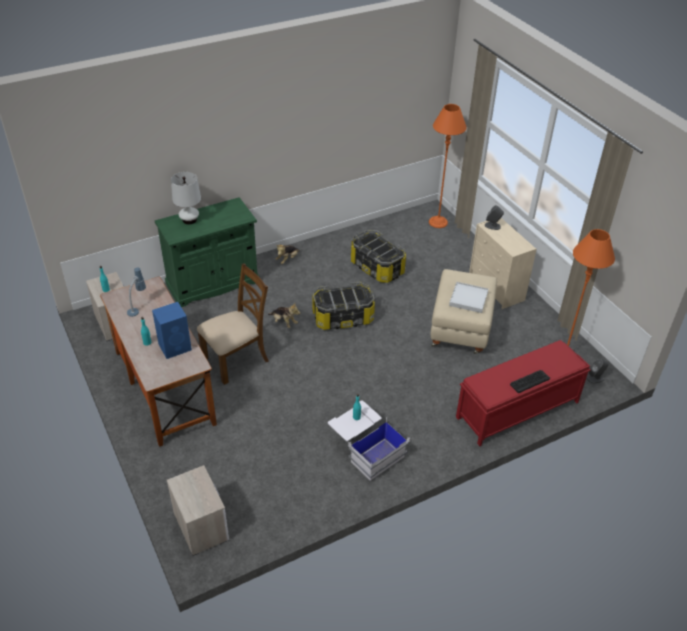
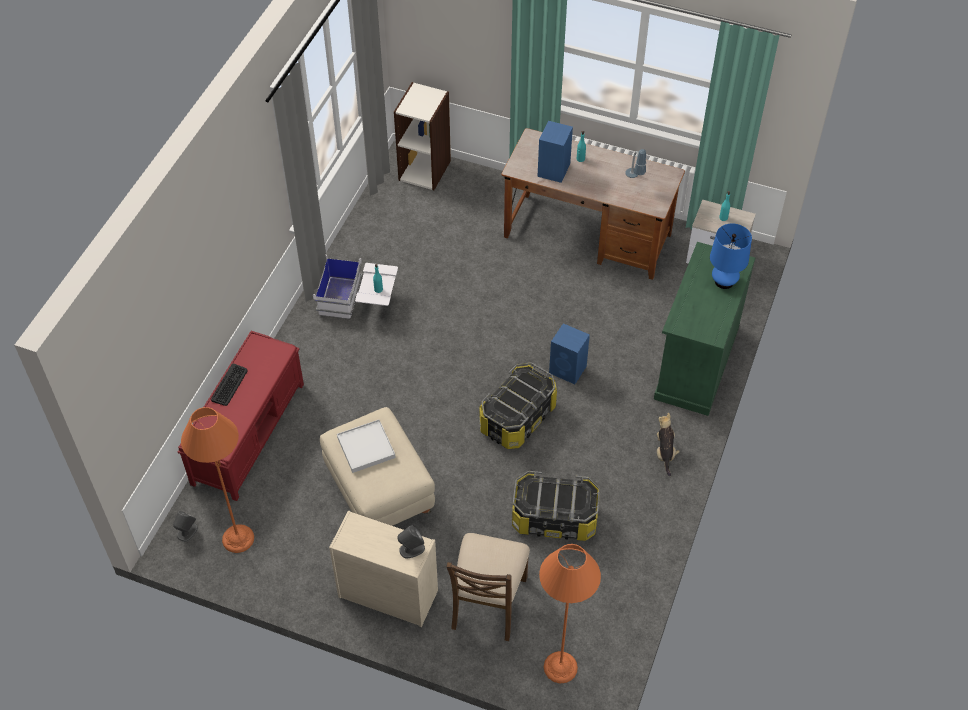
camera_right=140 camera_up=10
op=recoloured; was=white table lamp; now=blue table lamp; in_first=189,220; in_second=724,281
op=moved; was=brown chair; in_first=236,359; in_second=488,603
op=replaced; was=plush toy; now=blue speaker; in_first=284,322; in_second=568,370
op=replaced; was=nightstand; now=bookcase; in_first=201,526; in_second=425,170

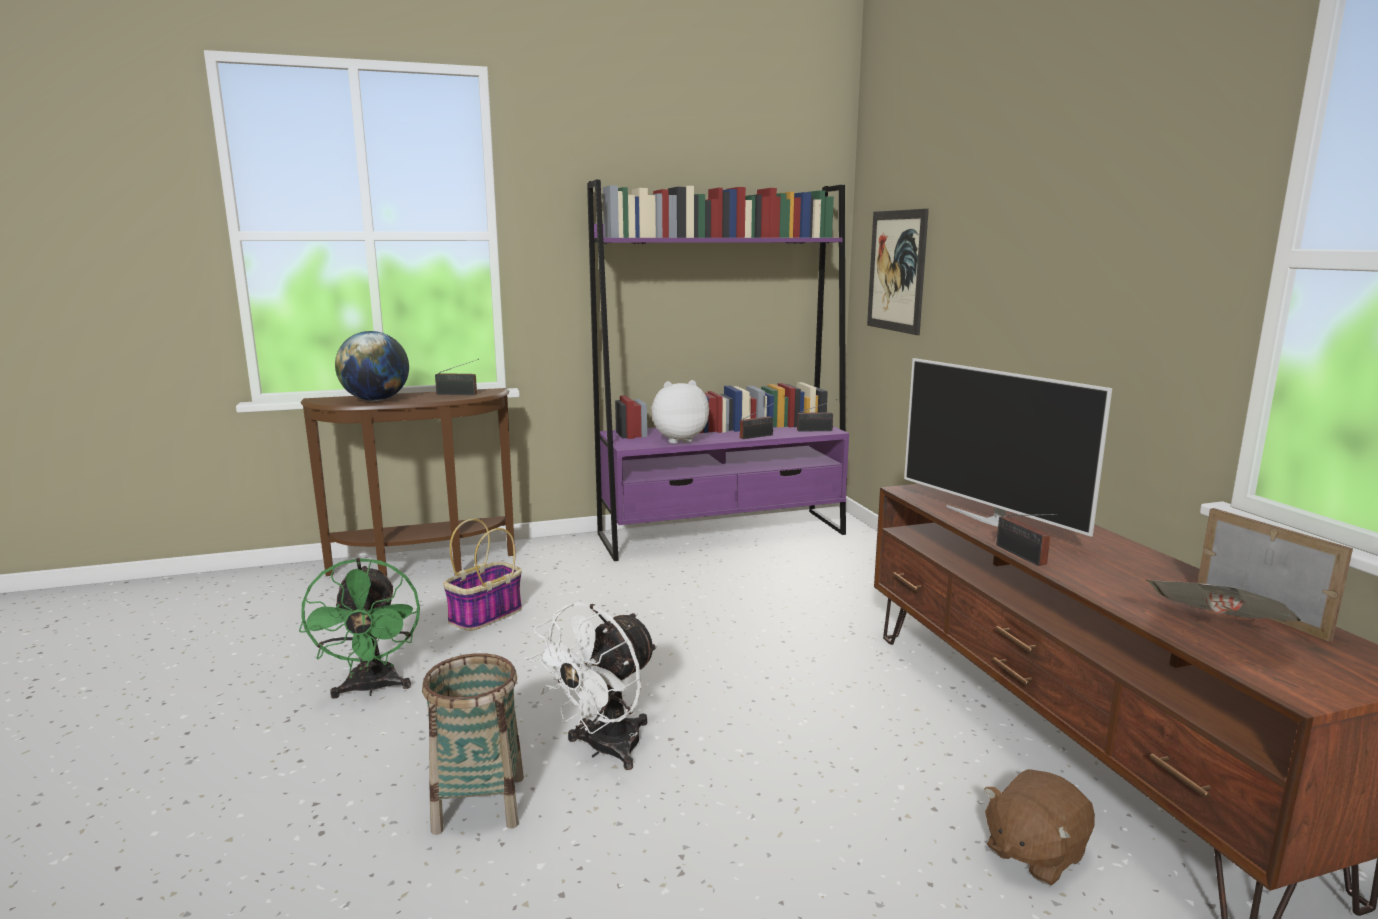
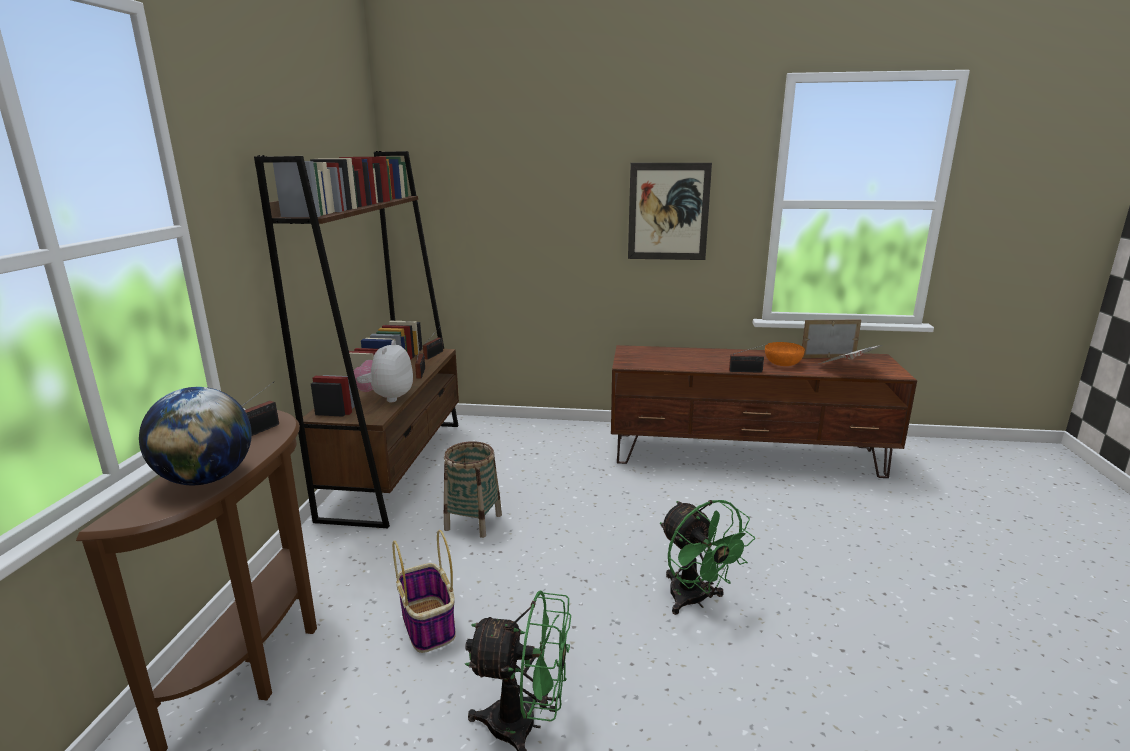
camera_right=-65 camera_up=5
op=recoloured; was=purple bookcase; now=brown bookcase; in_first=722,534; in_second=396,467
op=moved; was=picture; in_first=896,271; in_second=668,212
op=removed; was=television; in_first=992,521
op=recoloured; was=white fan; now=green fan; in_first=603,750; in_second=695,601
op=moved; was=basket; in_first=479,803; in_second=473,522
op=removed; was=brown plush toy; in_first=1034,853
op=added; now=orange bowl; in_second=783,363

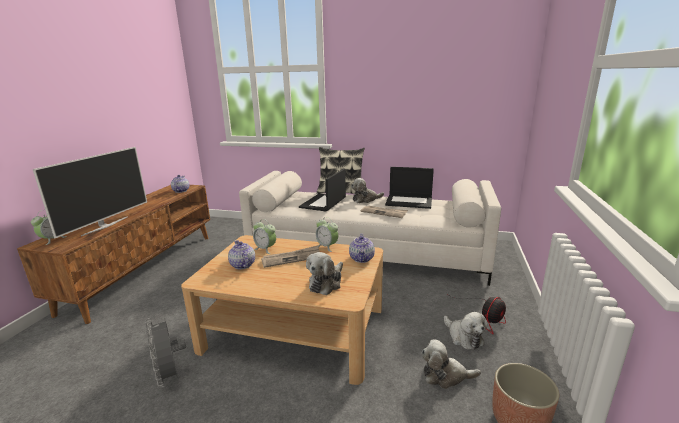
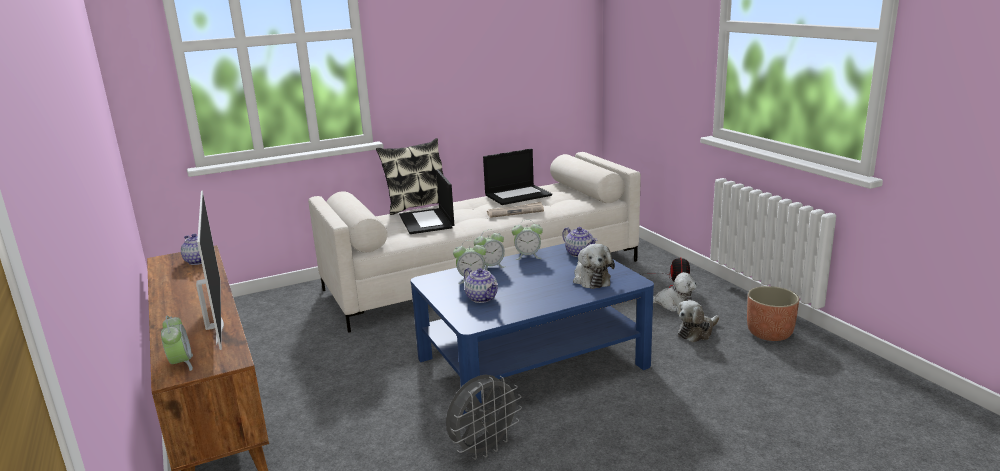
camera_right=-40 camera_up=0
op=removed; was=plush toy; in_first=365,199
op=recoloured; was=beige coffee table; now=blue coffee table; in_first=295,328; in_second=531,361
op=turned; was=teapot; in_first=242,265; in_second=482,298; clockwise=-150
op=removed; was=newspaper; in_first=291,258
op=turned; was=grey fan; in_first=170,376; in_second=483,448; clockwise=-60
op=added; now=alarm clock; in_second=490,267

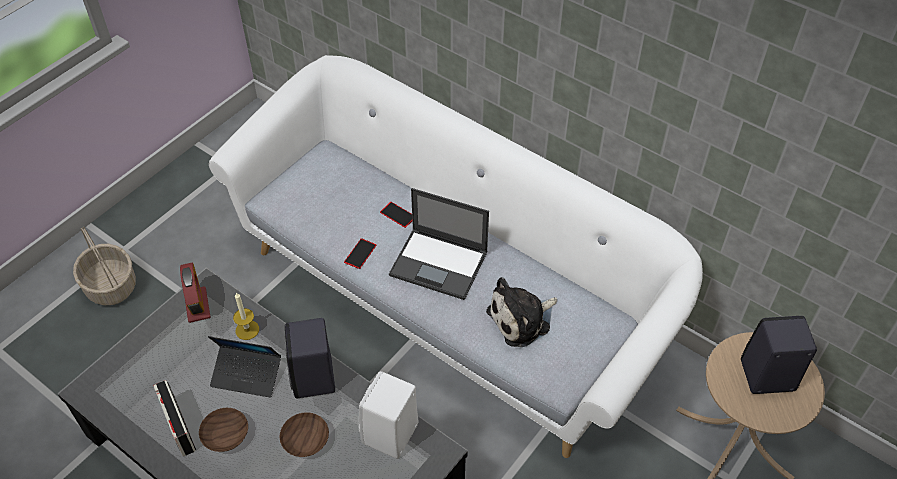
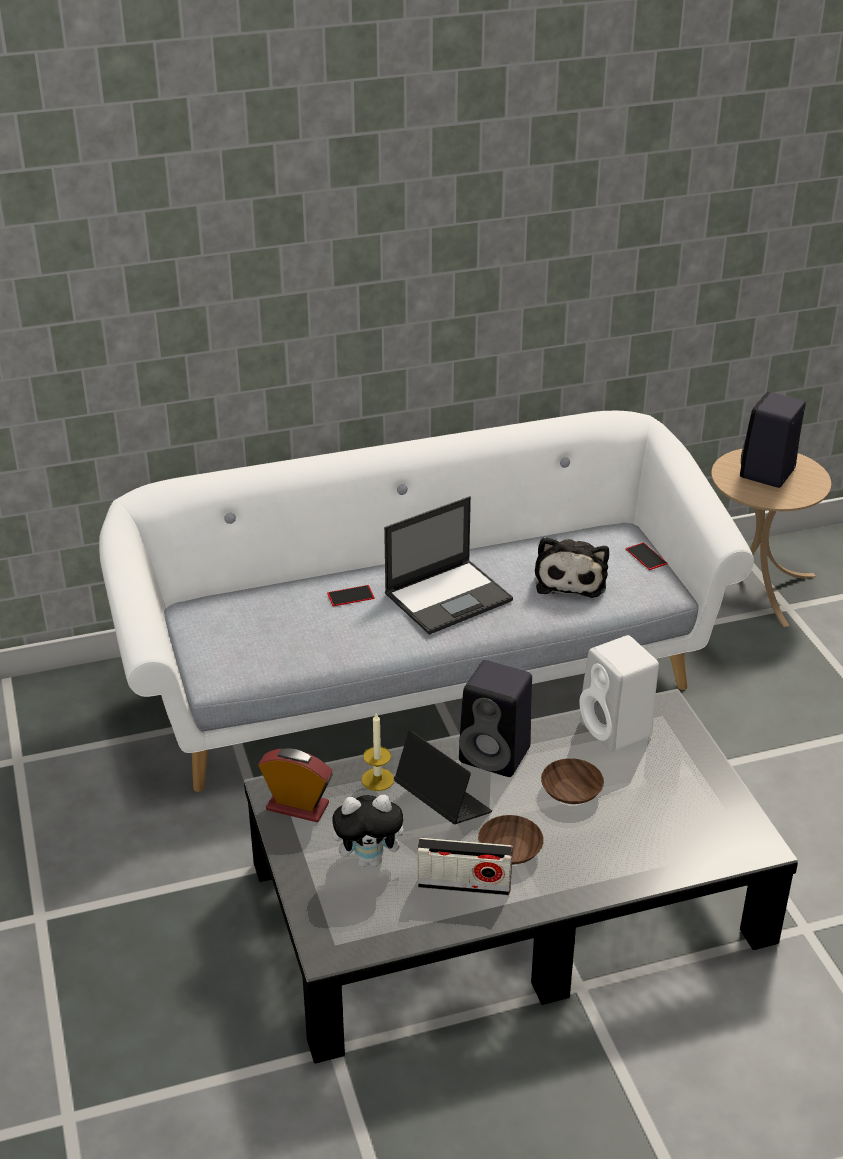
camera_right=-55 camera_up=-15
op=removed; was=basket; in_first=111,286
op=moved; was=phone; in_first=360,253; in_second=646,556
op=turned; was=laptop; in_first=247,375; in_second=442,803; clockwise=-90
op=added; now=plush toy; in_second=371,859

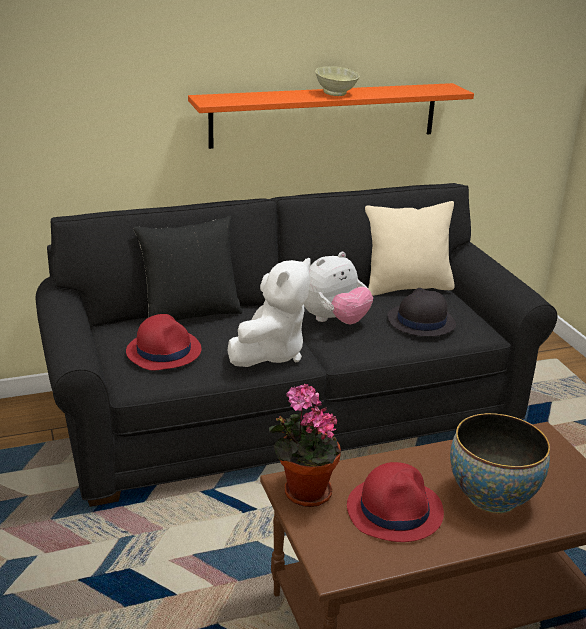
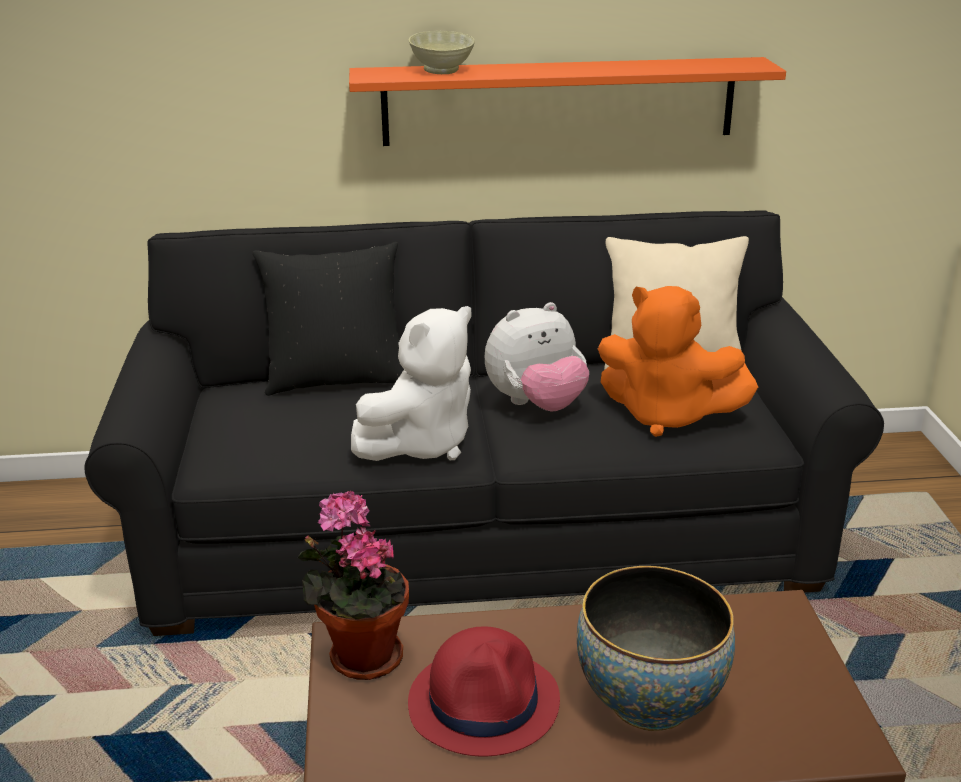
camera_right=15 camera_up=0
op=moved; was=beige bowl; in_first=335,94; in_second=441,71
op=replaced; was=black hat; now=orange plush toy; in_first=420,321; in_second=666,416
op=removed; was=red hat; in_first=164,351

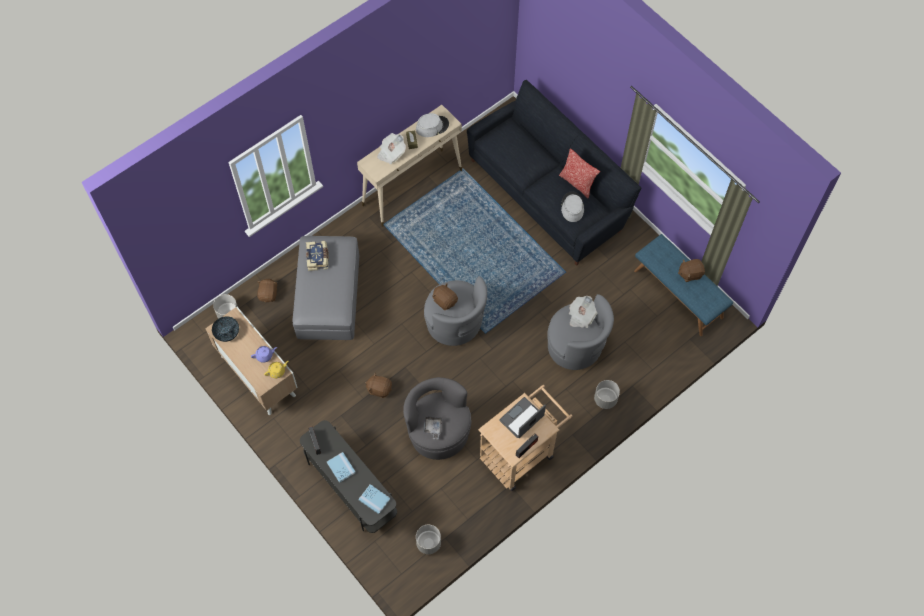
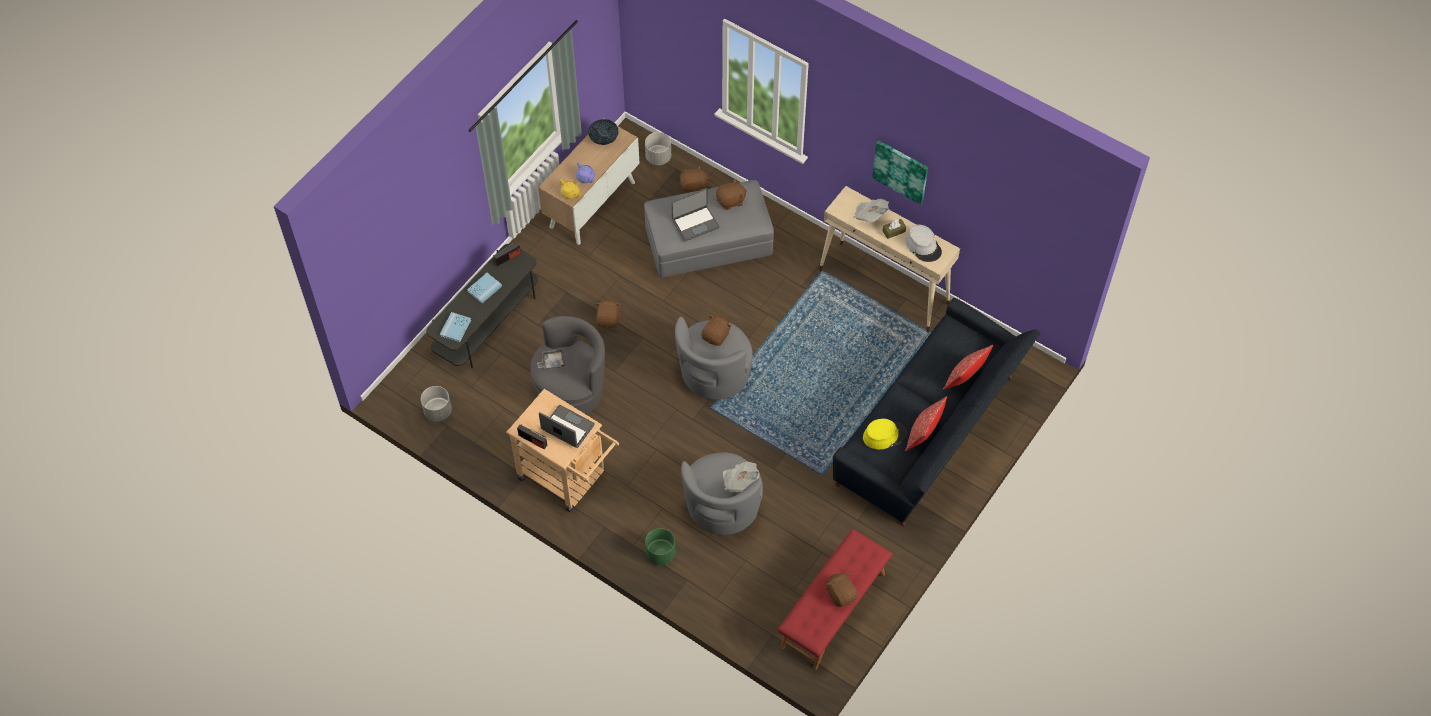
camera_right=75 camera_up=-5
op=recoloured; was=grey hat; now=yellow hat; in_first=572,207; in_second=884,435
op=recoloured; was=blue bench; now=red bench; in_first=678,293; in_second=833,610
op=replaced; was=book; now=brown plush toy; in_first=318,258; in_second=731,201
op=recoloured; was=grey planter; now=green planter; in_first=605,399; in_second=660,554
op=added; now=picture; in_second=901,171
op=added; now=laptop; in_second=695,223
op=added; now=pillow; in_second=964,378

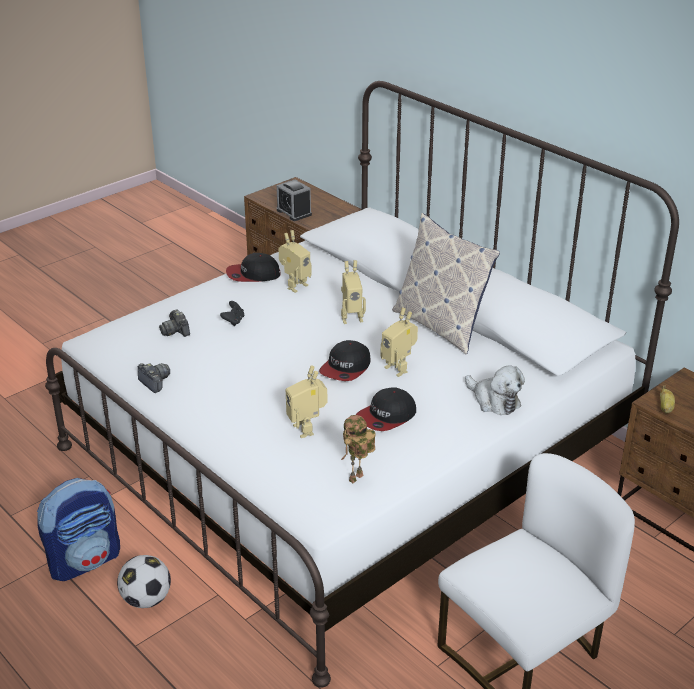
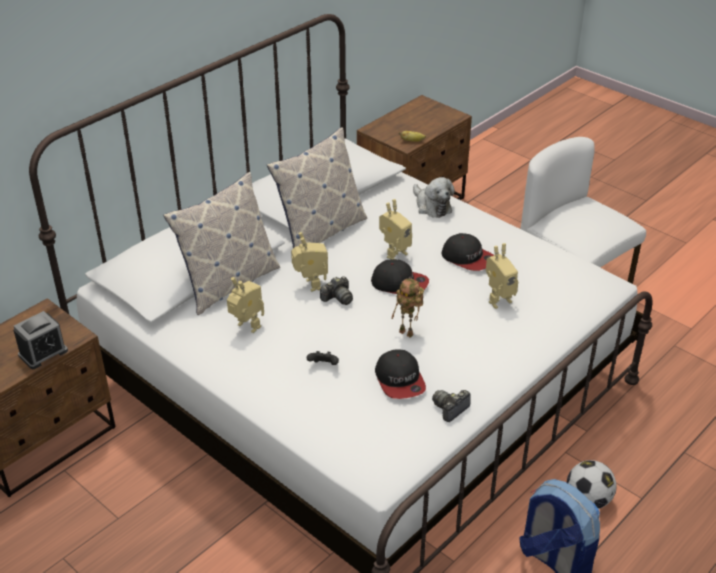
camera_right=-95 camera_up=5
op=moved; was=cap; in_first=253,275; in_second=400,380
op=moved; was=photo camera; in_first=176,331; in_second=338,298
op=turned; was=plush toy; in_first=494,401; in_second=431,206; clockwise=105
op=moved; was=toy robot; in_first=356,479; in_second=408,333
op=added; now=pillow; in_second=228,283

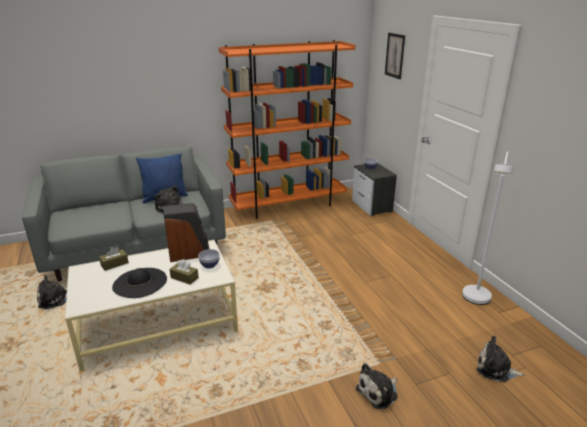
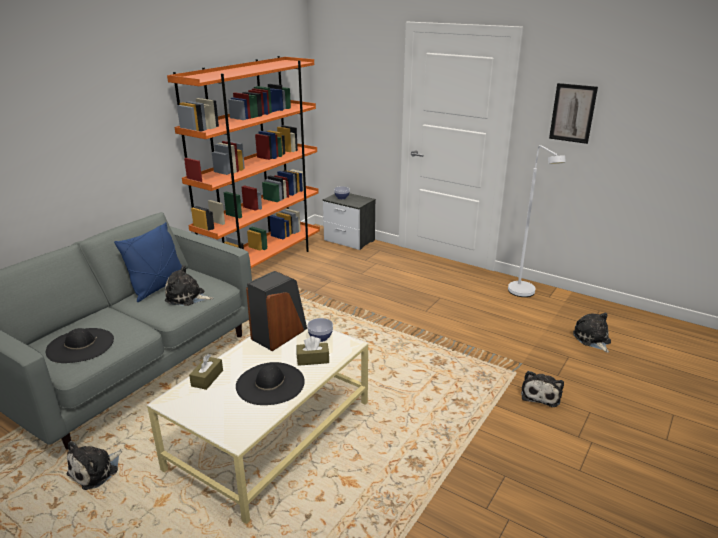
camera_right=-35 camera_up=0
op=moved; was=picture; in_first=395,55; in_second=572,113
op=turned; was=plush toy; in_first=495,369; in_second=592,339; clockwise=90
op=added; now=black hat; in_second=80,345

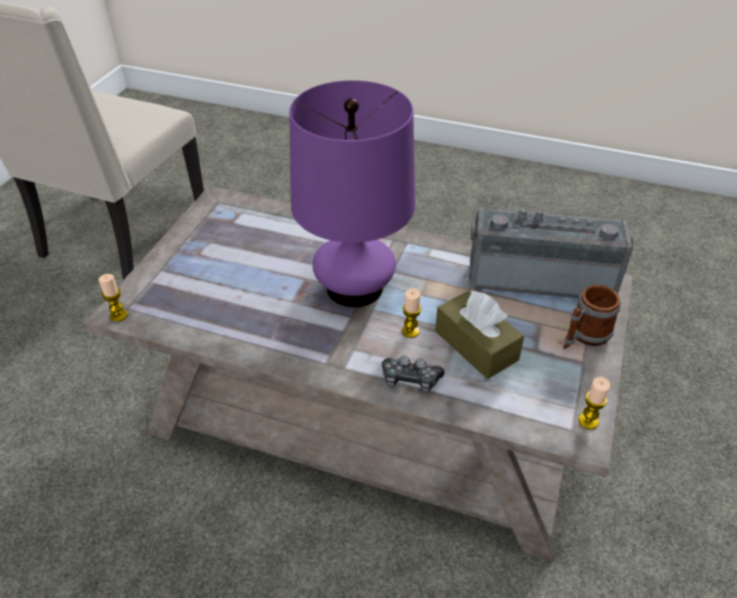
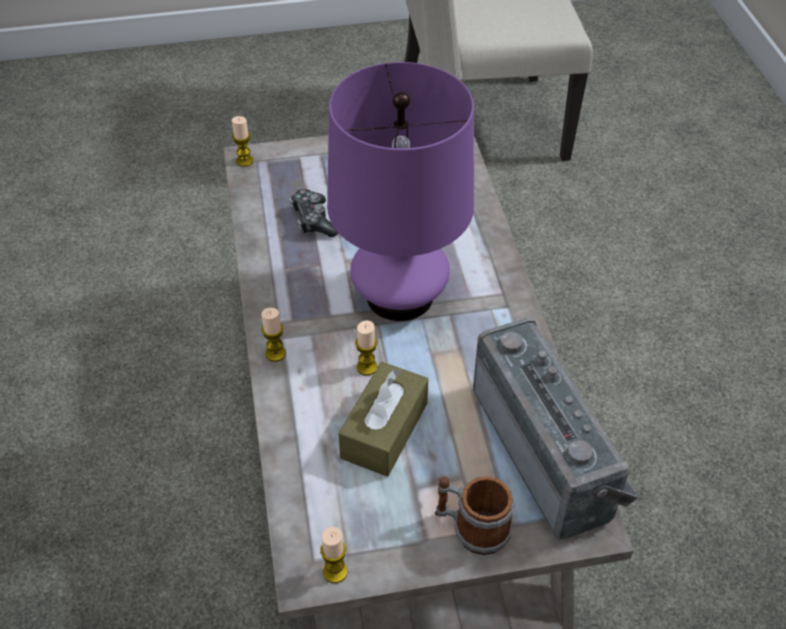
camera_right=60 camera_up=5
op=moved; was=game controller; in_first=410,380; in_second=313,220
op=added; now=candle; in_second=275,353

